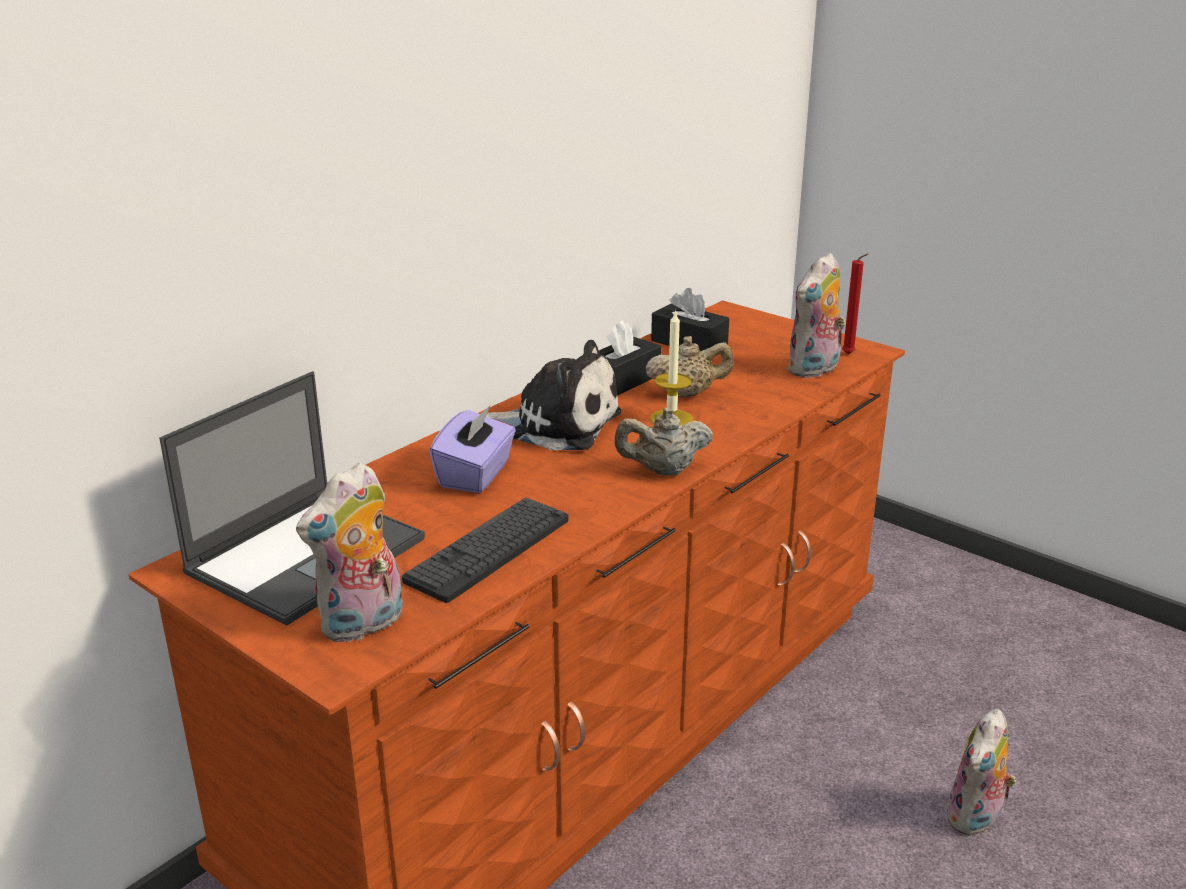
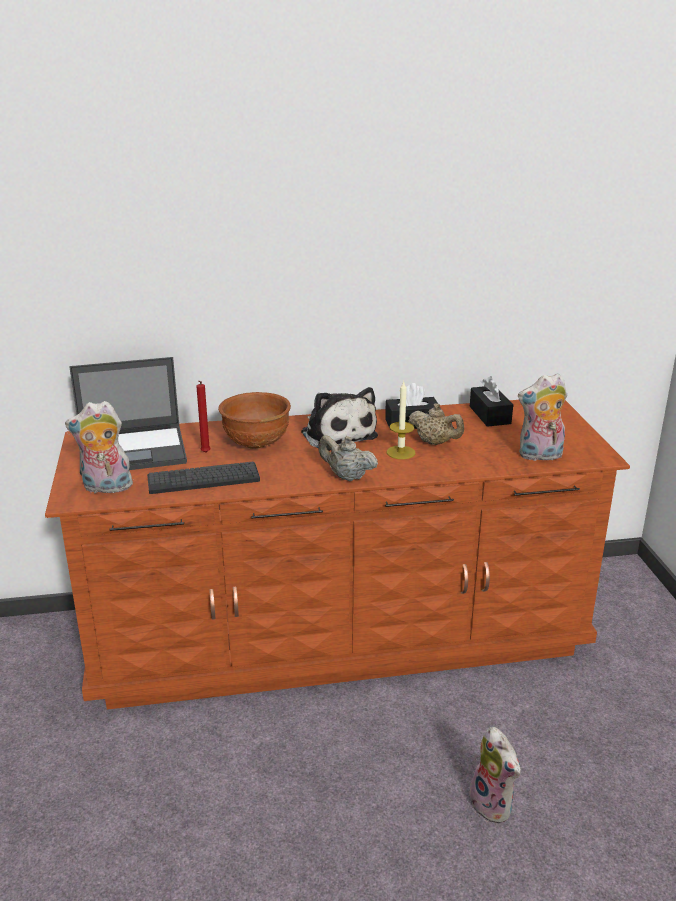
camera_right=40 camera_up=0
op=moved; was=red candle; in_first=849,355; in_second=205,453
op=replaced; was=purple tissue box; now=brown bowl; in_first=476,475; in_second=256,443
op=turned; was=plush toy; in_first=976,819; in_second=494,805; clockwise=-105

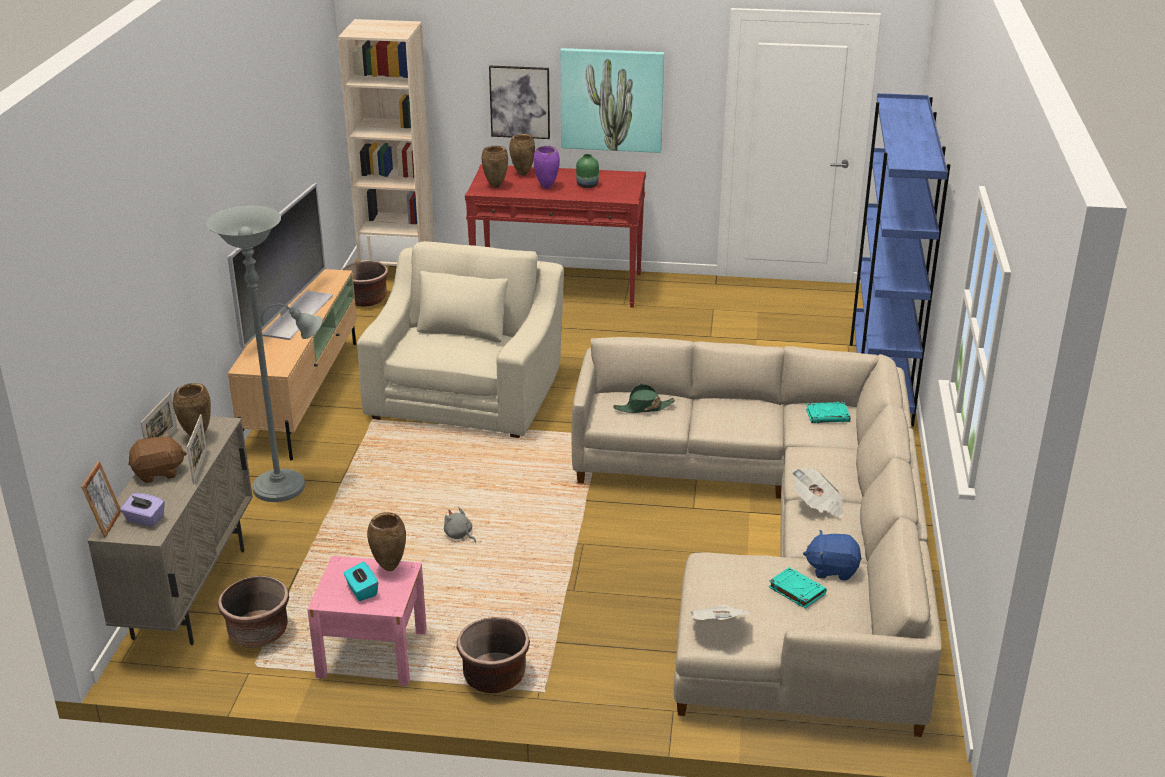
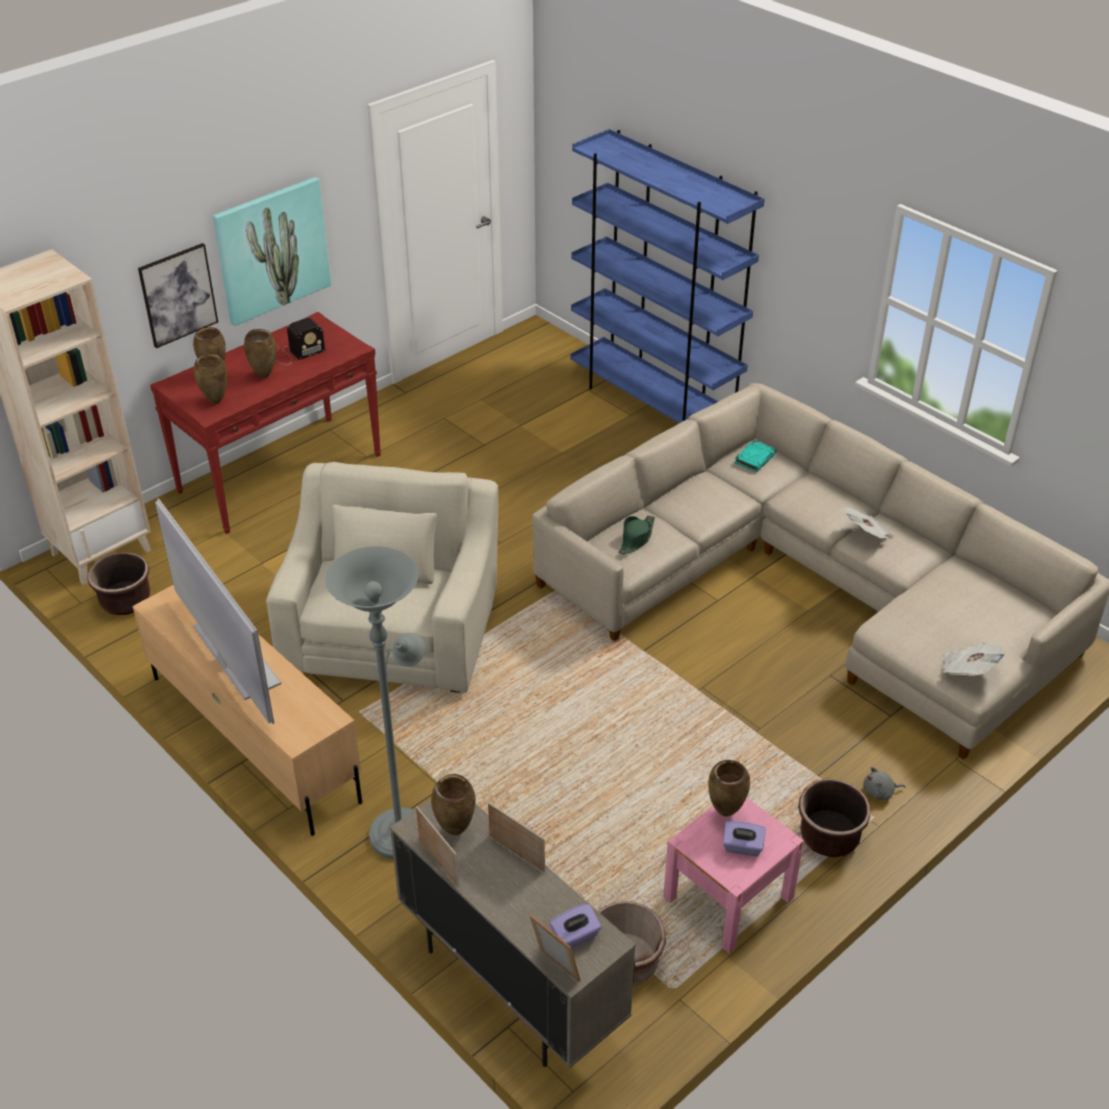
camera_right=-50 camera_up=10
op=recoloured; was=purple vase; now=brown vase; in_first=547,187; in_second=265,376
op=replaced; was=green vase; now=radio; in_first=588,185; in_second=296,353
op=turned; was=beige armchair; in_first=466,394; in_second=393,629; clockwise=45
op=removed; was=brown plush toy; in_first=158,472
op=moved; was=grey plush toy; in_first=459,535; in_second=880,792
op=removed; was=blue plush toy; in_first=832,569
op=recoloured; was=turquoise tissue box; now=purple tissue box; in_first=361,591; in_second=742,847
op=removed; was=turquoise book; in_first=796,590

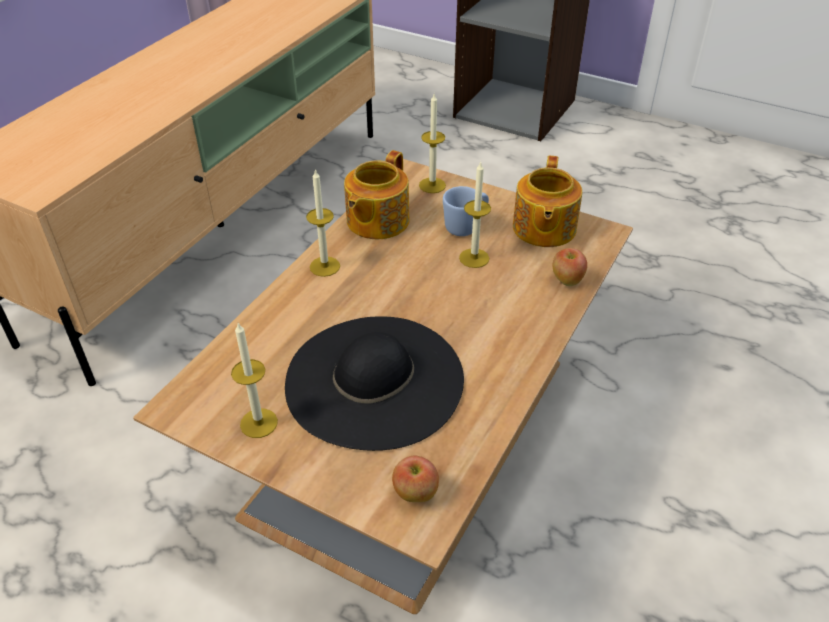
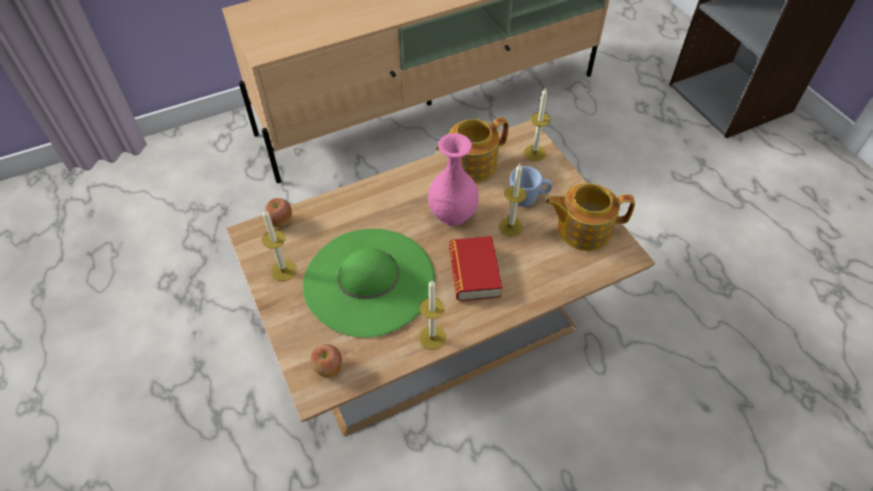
camera_right=35 camera_up=10
op=turned; was=teapot; in_first=543,229; in_second=582,229; clockwise=45
op=moved; was=candle; in_first=324,266; in_second=432,337
op=moved; was=apple; in_first=567,280; in_second=280,221
op=recoloured; was=black hat; now=green hat; in_first=374,380; in_second=369,280
op=added; now=pink vase; in_second=452,213
op=added; now=book; in_second=474,273

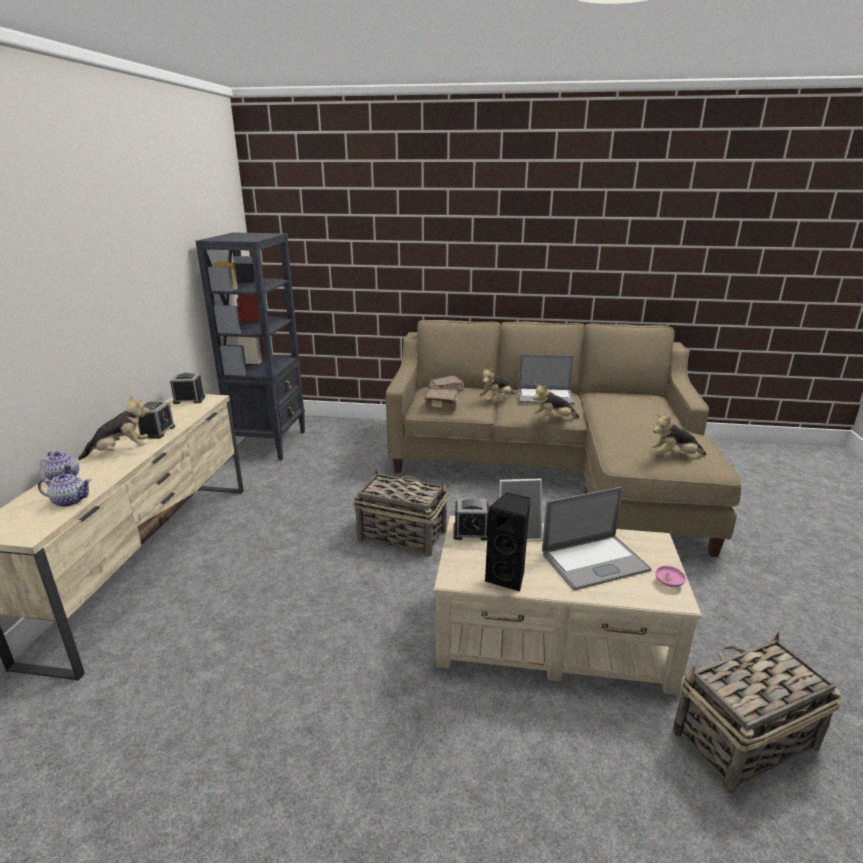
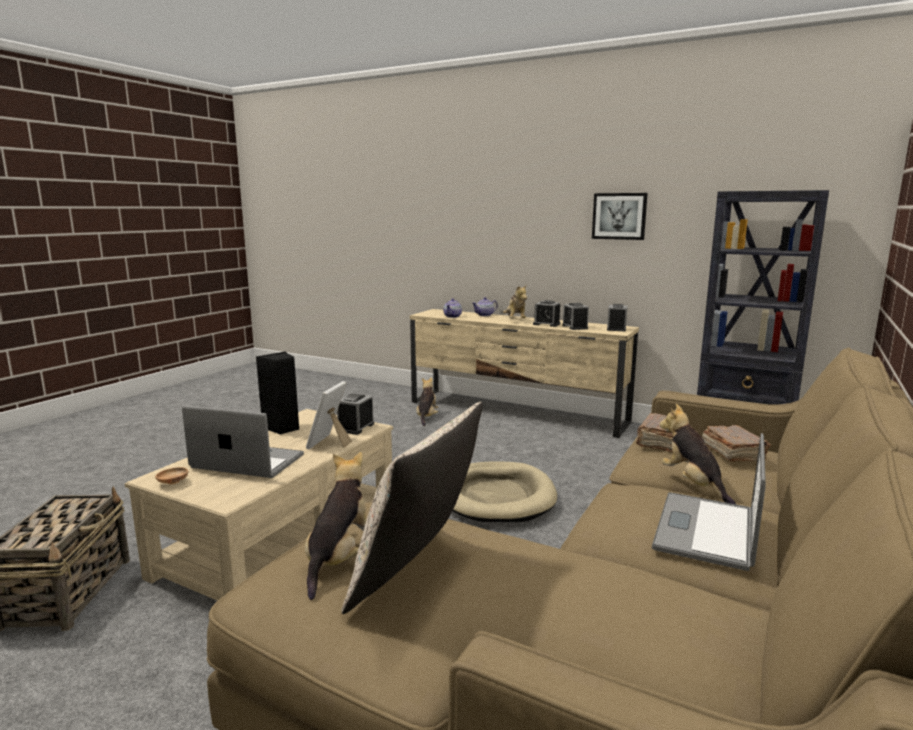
camera_right=110 camera_up=-10
op=moved; was=plush toy; in_first=553,420; in_second=427,417
op=replaced; was=basket; now=beige dog bed; in_first=401,535; in_second=496,496
op=turned; was=laptop; in_first=594,562; in_second=247,461; clockwise=105
op=recoloured; was=pink bowl; now=brown bowl; in_first=669,583; in_second=173,483
op=added; now=picture; in_second=619,216
op=added; now=alarm clock; in_second=575,327
op=added; now=beige pillow; in_second=419,571

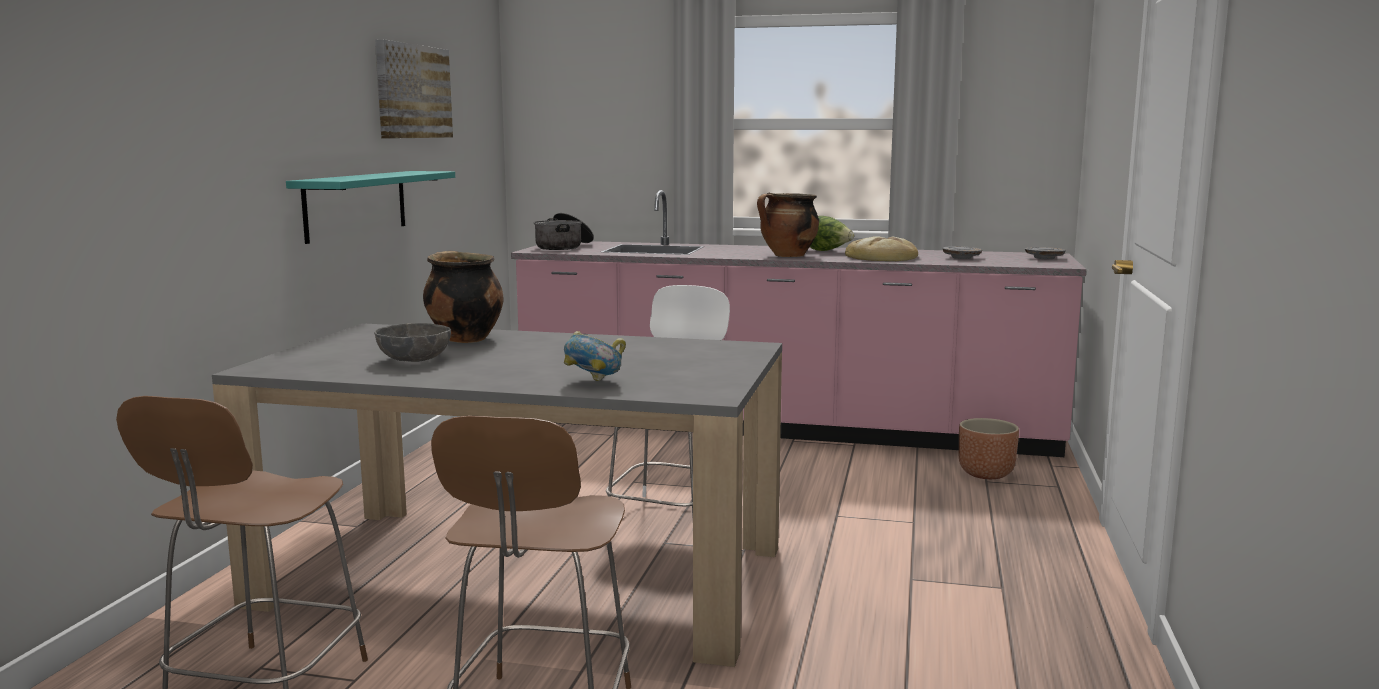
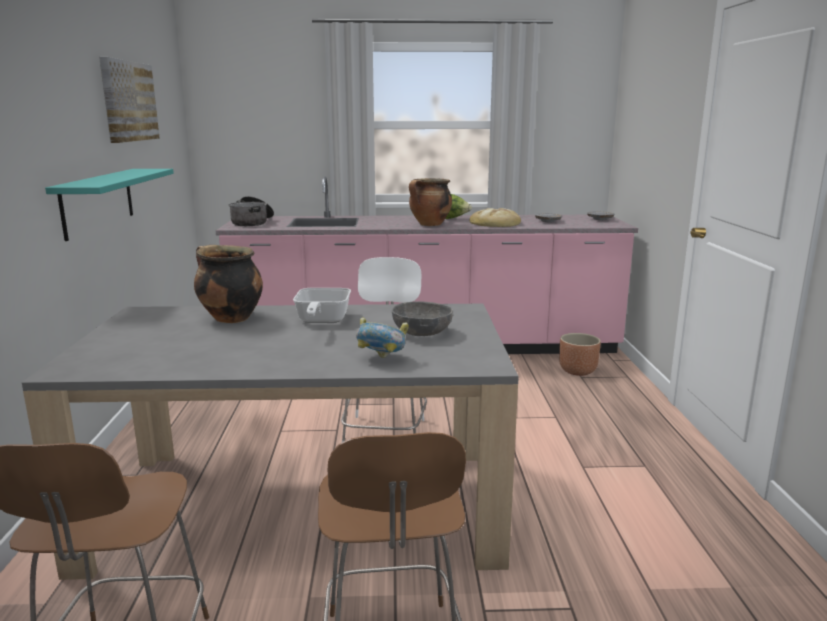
camera_right=-15 camera_up=5
op=moved; was=grey bowl; in_first=414,359; in_second=422,333
op=added; now=frying pan; in_second=321,321

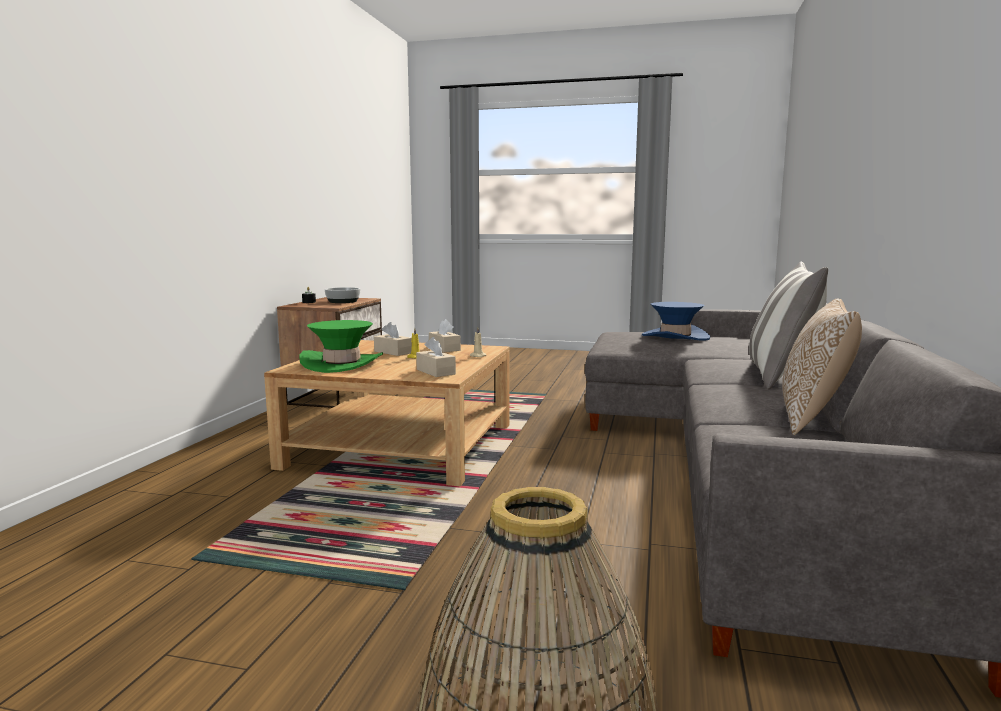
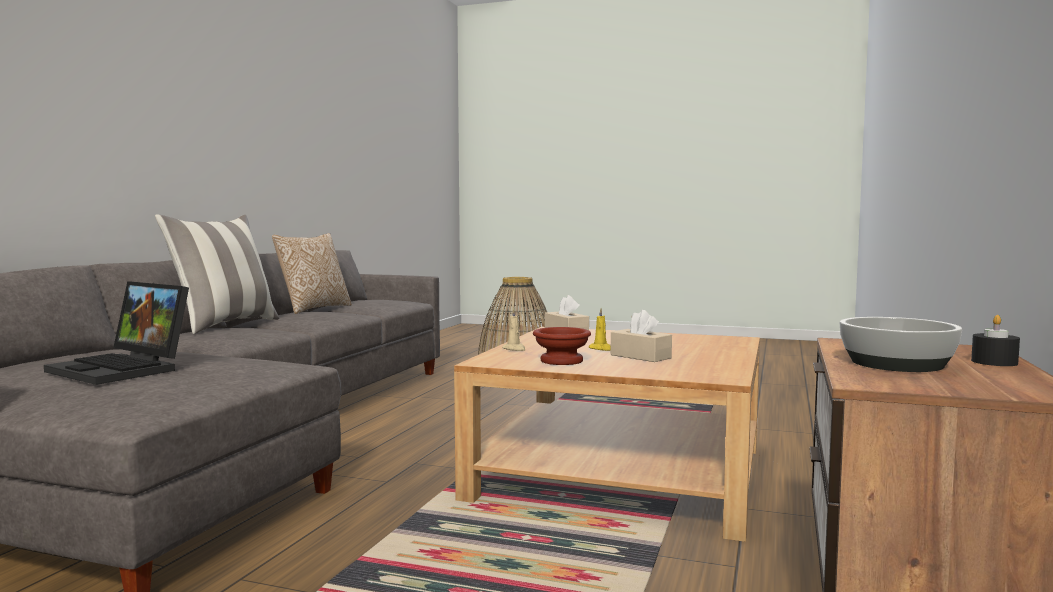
camera_right=-175 camera_up=-5
op=replaced; was=blue hat; now=laptop; in_first=675,337; in_second=124,369
op=replaced; was=beige tissue box; now=brown bowl; in_first=444,348; in_second=563,361
op=removed; was=green hat; in_first=342,364

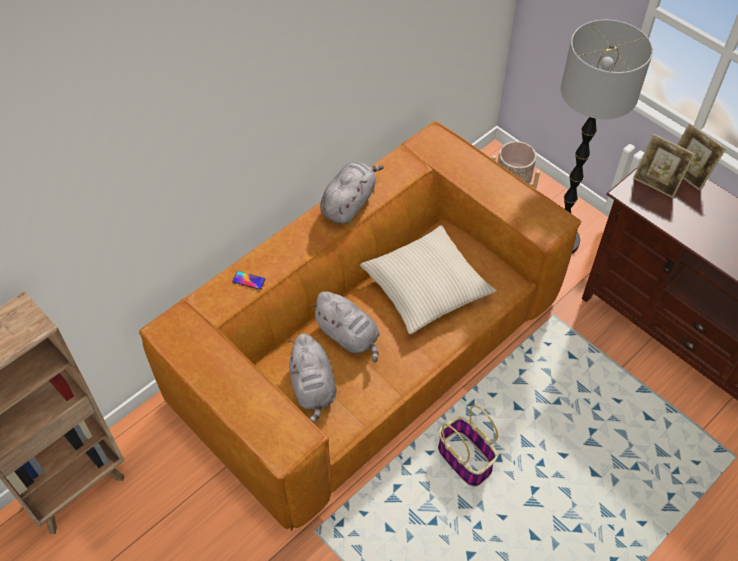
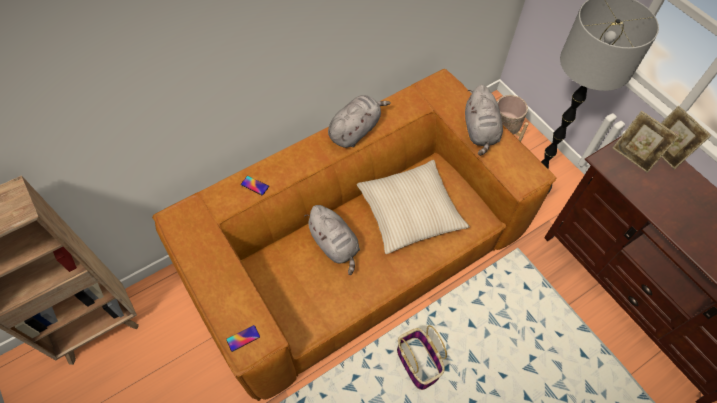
camera_right=10 camera_up=5
op=moved; was=grey plush toy; in_first=313,388; in_second=480,131
op=added; now=phone; in_second=243,338

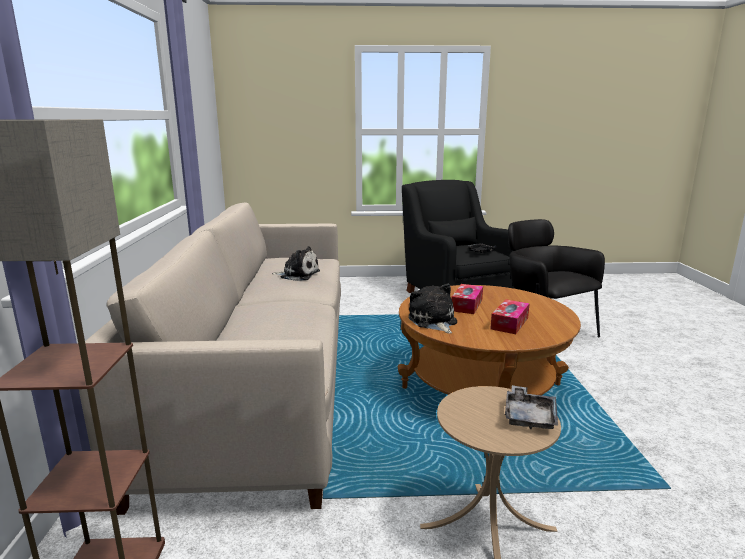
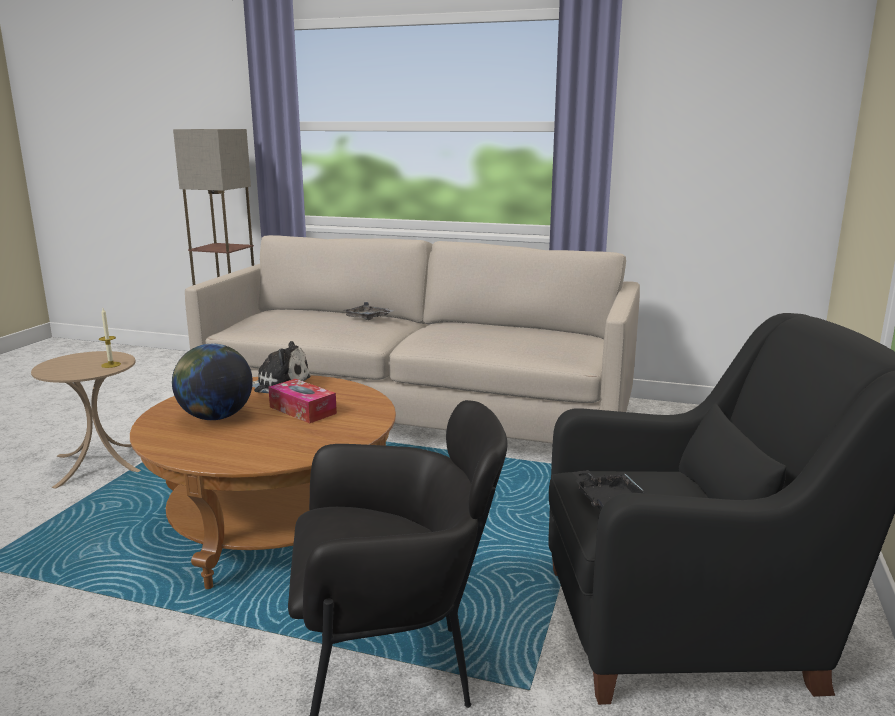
camera_right=110 camera_up=0
op=removed; was=plush toy; in_first=298,275
op=replaced; was=tissue box; now=globe; in_first=509,323; in_second=215,417
op=moved; was=grey tray; in_first=529,416; in_second=368,318
op=added; now=candle; in_second=111,365

